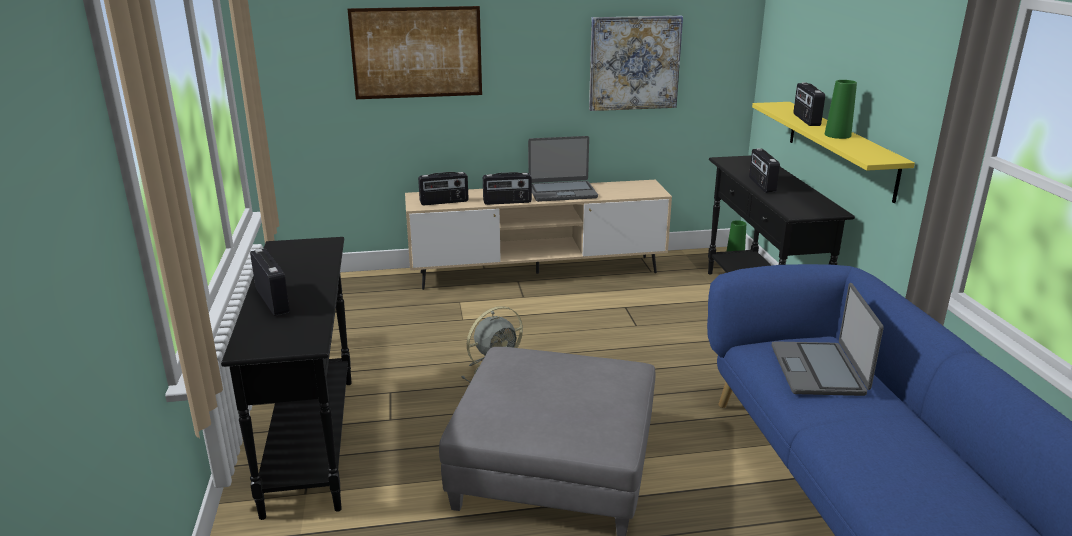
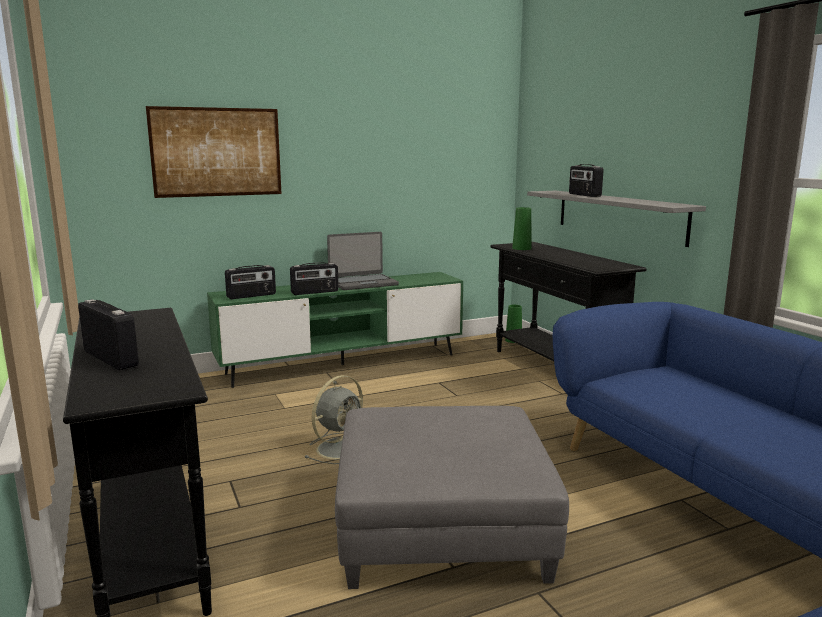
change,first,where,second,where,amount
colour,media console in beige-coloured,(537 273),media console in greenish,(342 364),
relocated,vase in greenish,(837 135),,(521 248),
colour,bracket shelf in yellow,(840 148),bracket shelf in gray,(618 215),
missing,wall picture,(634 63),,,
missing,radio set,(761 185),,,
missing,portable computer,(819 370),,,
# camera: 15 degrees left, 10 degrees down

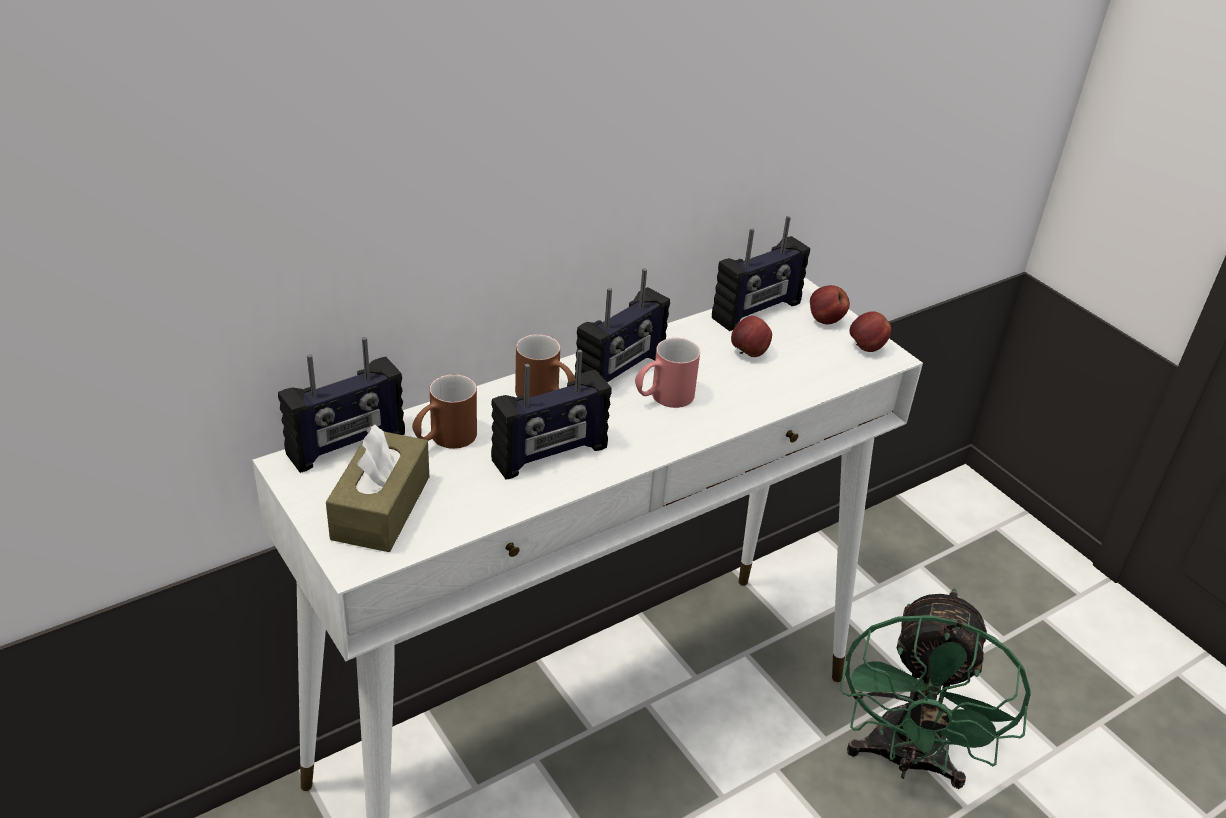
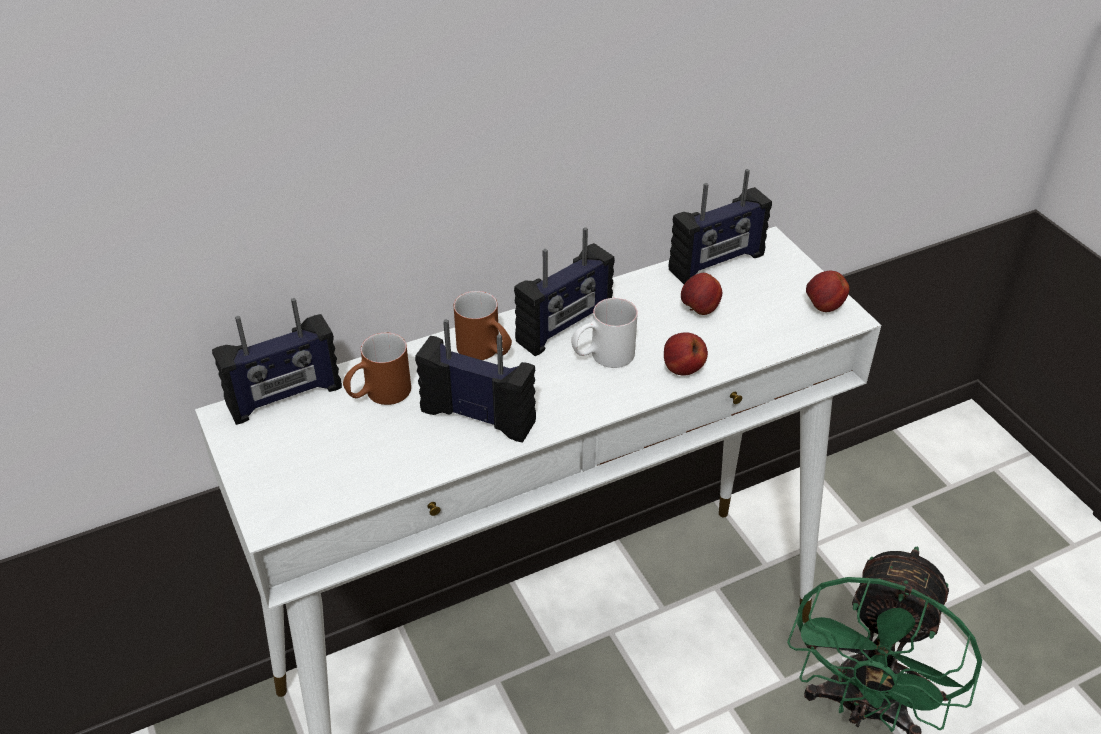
change,first,where,second,where,amount
spun,radio set,(550 455),,(478 415),135 degrees counterclockwise
colour,tea mug in red,(663 398),tea mug in white,(602 357),
relocated,whole apple,(824 320),,(682 369),
missing,tissue holder in brownish,(381 507),,,
# camera: 10 degrees right, 5 degrees up

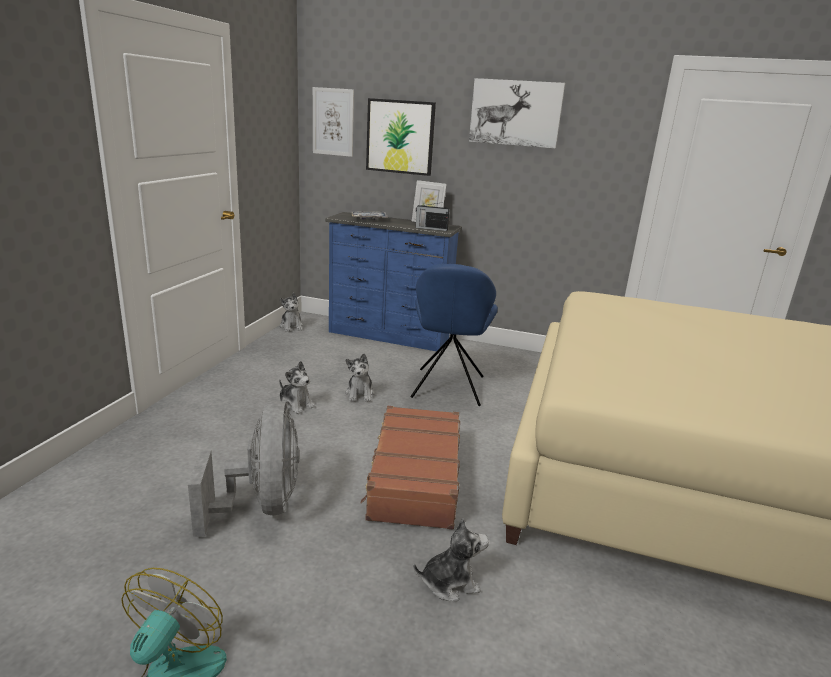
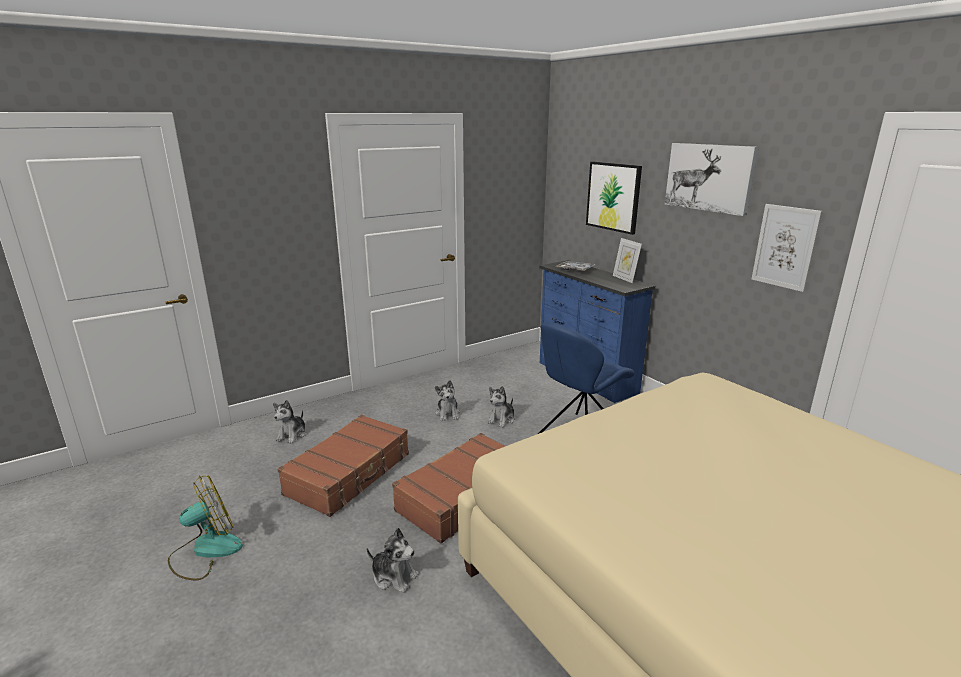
change,first,where,second,where,amount
relocated,plush toy,(291 326),,(292 435),
exchanged,electric fan in gray,(261 506),travel case in brownish,(350 474),
relocated,wall picture,(333 122),,(785 247),
missing,radio set,(431 228),,,
# camera: 40 degrees right, 0 degrees up

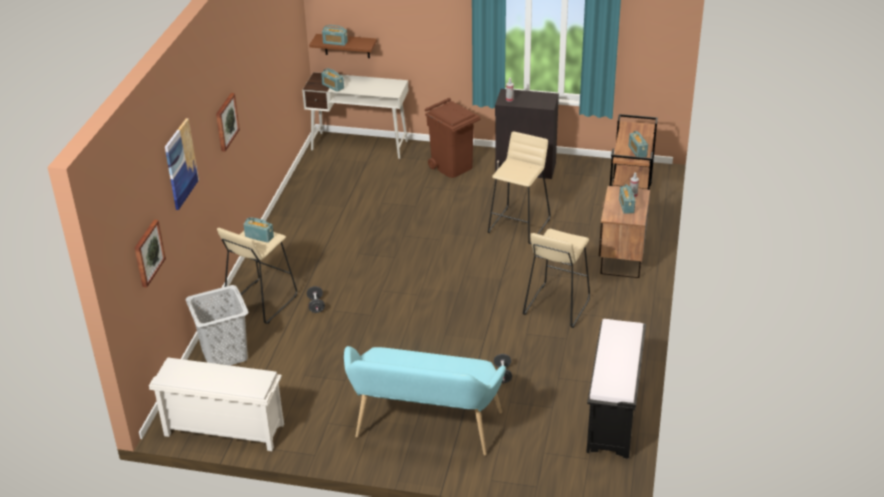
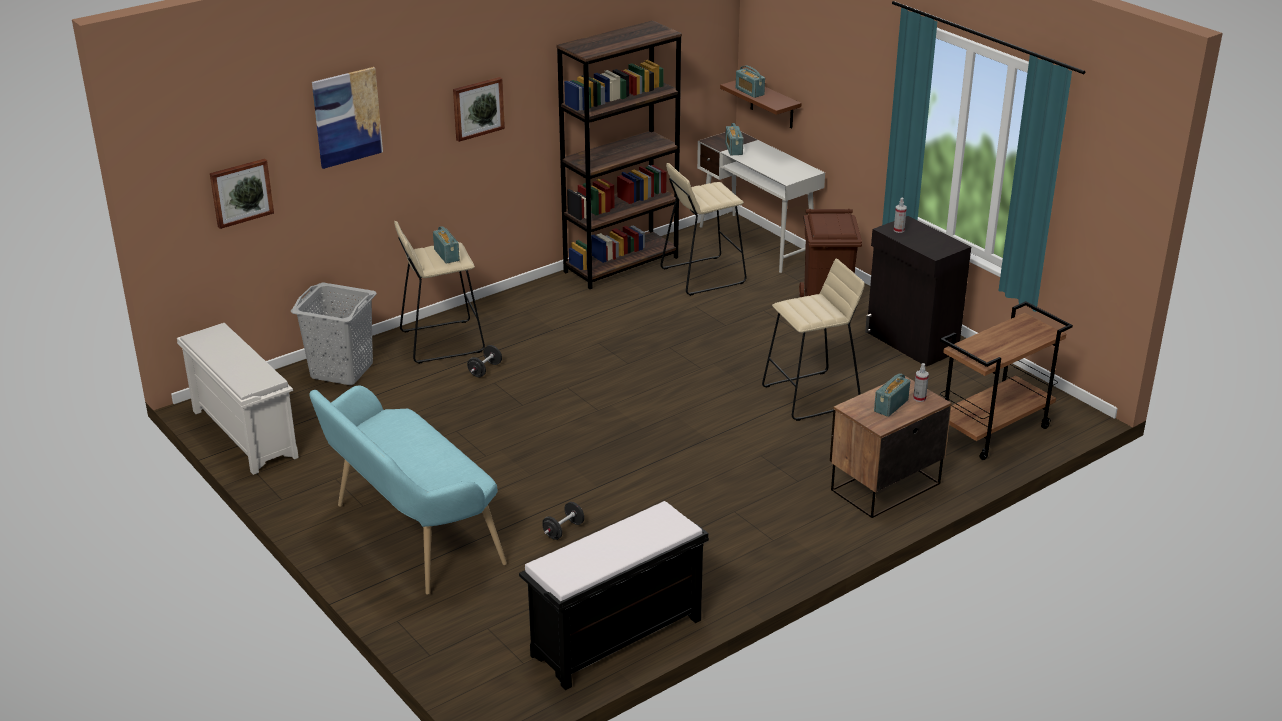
change,first,where,second,where,amount
appeared,,,shelving unit in brownish,(621 264),
relocated,stool in beige-coloured,(556 306),,(702 276),
missing,radio set,(637 151),,,
# camera: 40 degrees right, 5 degrees down

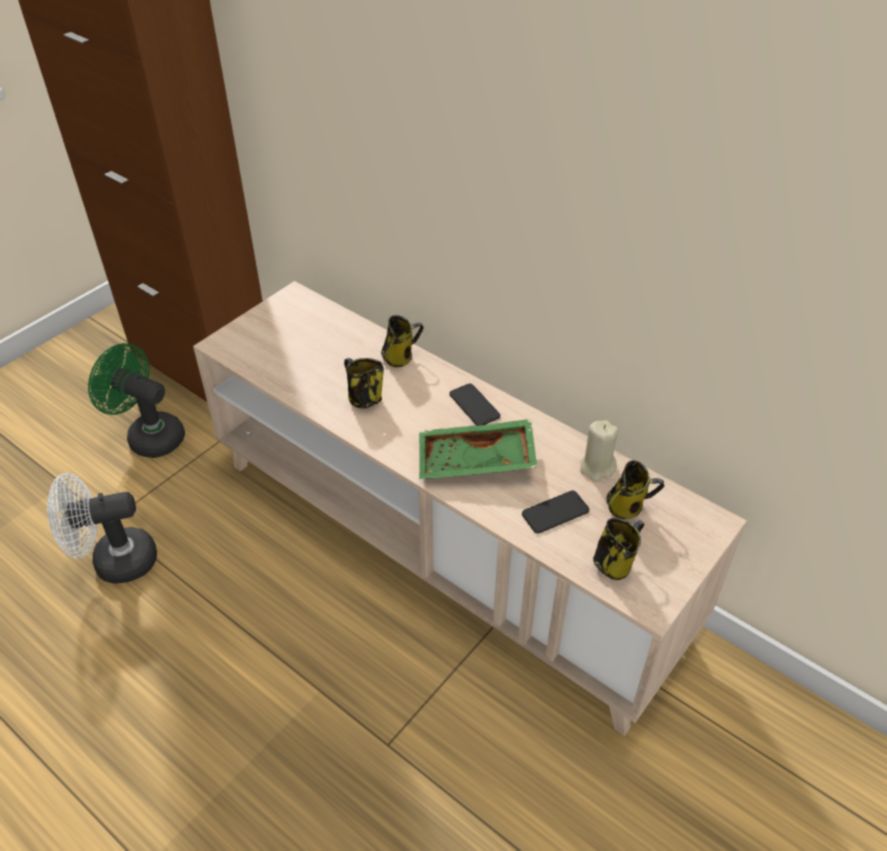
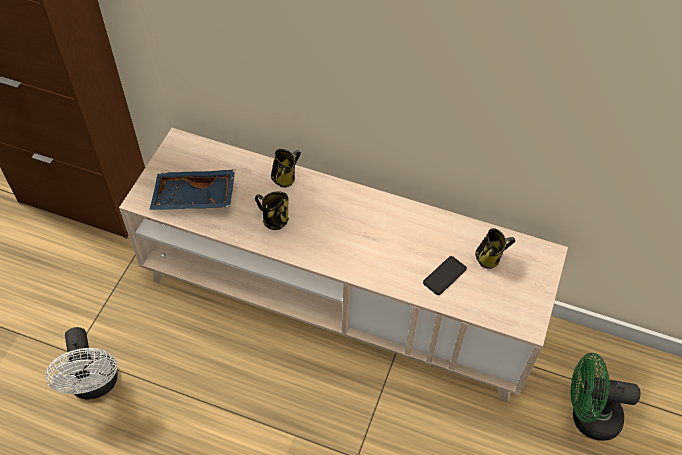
change,first,where,second,where,amount
spun,electric fan in white,(114 562),,(95 385),75 degrees counterclockwise
appeared,,,serving tray in bluish,(194 198),
relocated,electric fan in greenish,(149 436),,(587 416),
missing,serving tray in greenish,(476 462),,,
missing,phone,(474 405),,,
missing,wax light in beige-coloured,(597 468),,,
missing,tea mug,(615 563),,,
# camera: 20 degrees left, 10 degrees up

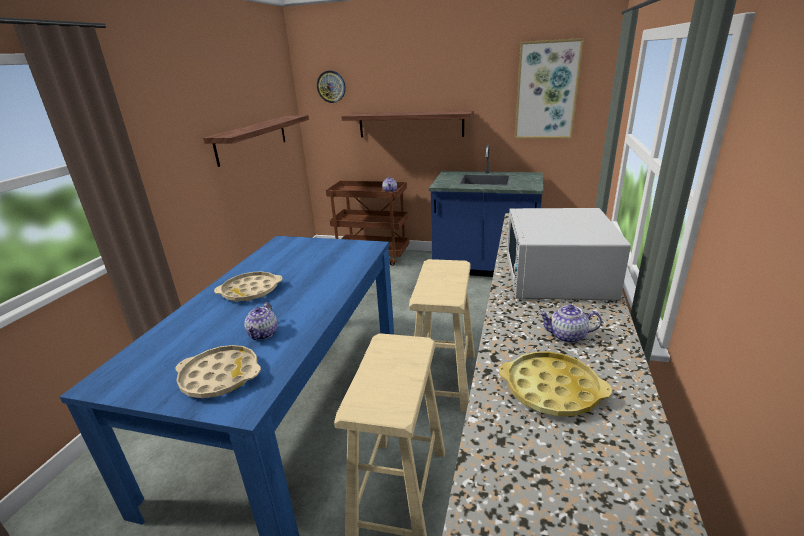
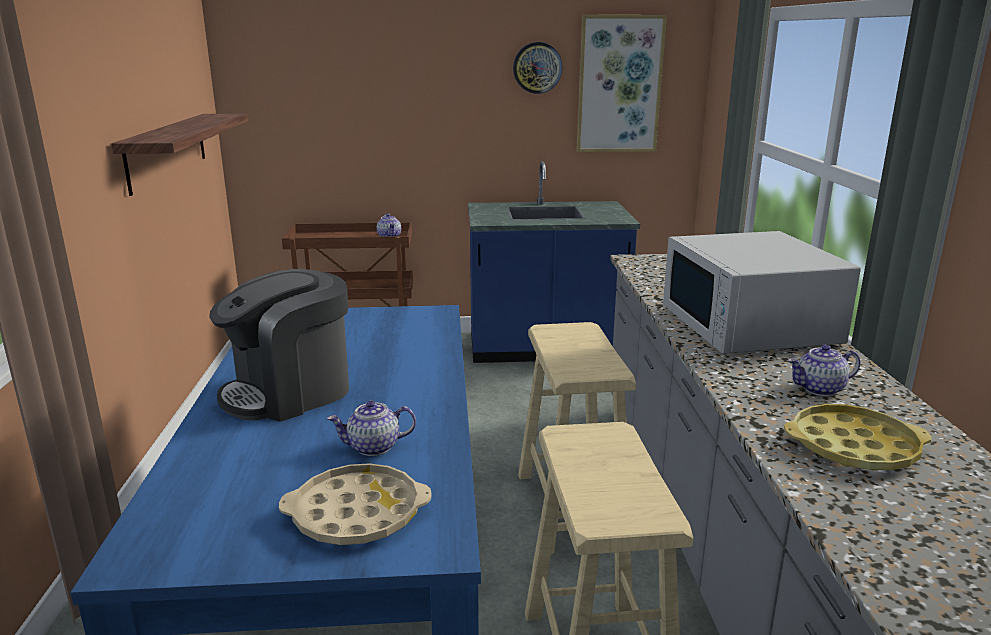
change,first,where,second,where,amount
exchanged,serving tray in beige-coloured,(250 291),coffee brewer,(290 392),
spun,teapot,(263 334),,(373 447),90 degrees clockwise
relocated,hanging clock,(331 86),,(537 68),
missing,bracket shelf,(410 124),,,
# camera: 20 degrees left, 5 degrees down

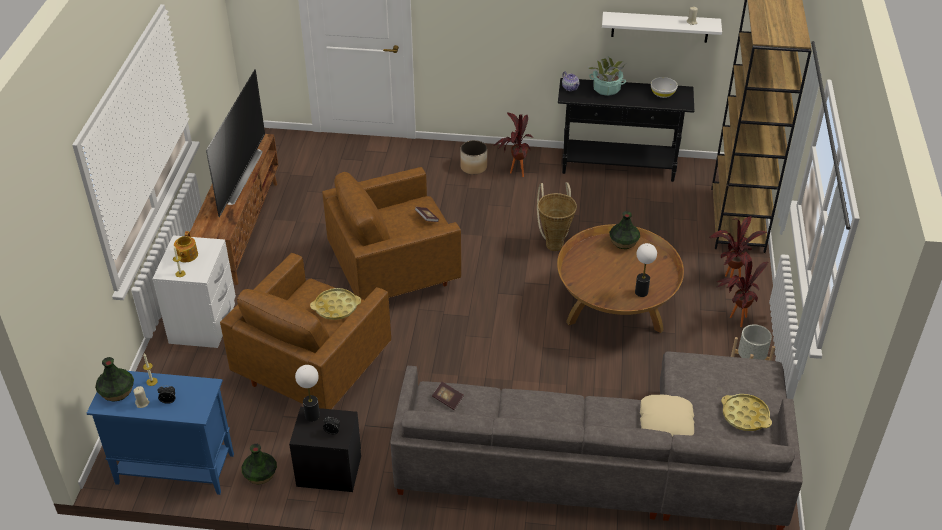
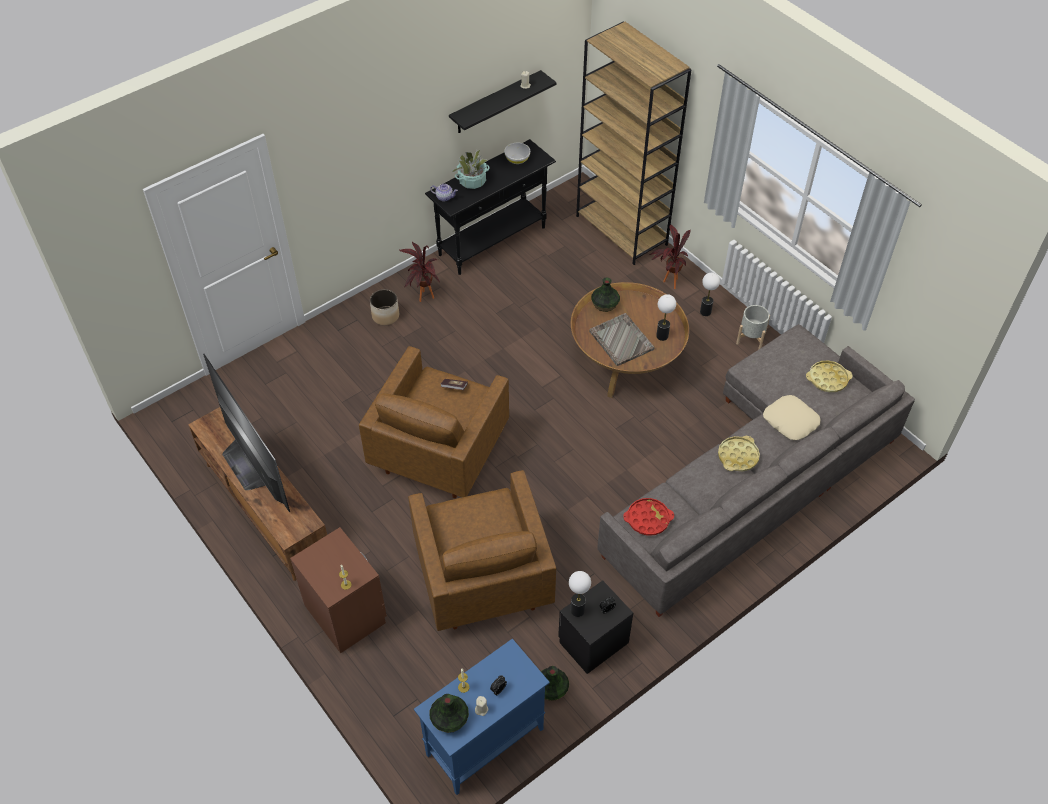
change,first,where,second,where,amount
colour,bedside table in white,(204 323),bedside table in brownish,(346 613),
colour,bracket shelf in white,(660 27),bracket shelf in blackish,(495 103),
appeared,,,serving tray in gray,(621 340),
exchanged,book,(448 400),serving tray in red,(648 519),
exchanged,potted plant,(733 319),tabletop lamp,(705 312),
relocated,serving tray in yellow,(336 307),,(738 456),
missing,teapot,(186 255),,,
missing,household basket,(554 242),,,
# camera: 45 degrees left, 10 degrees up

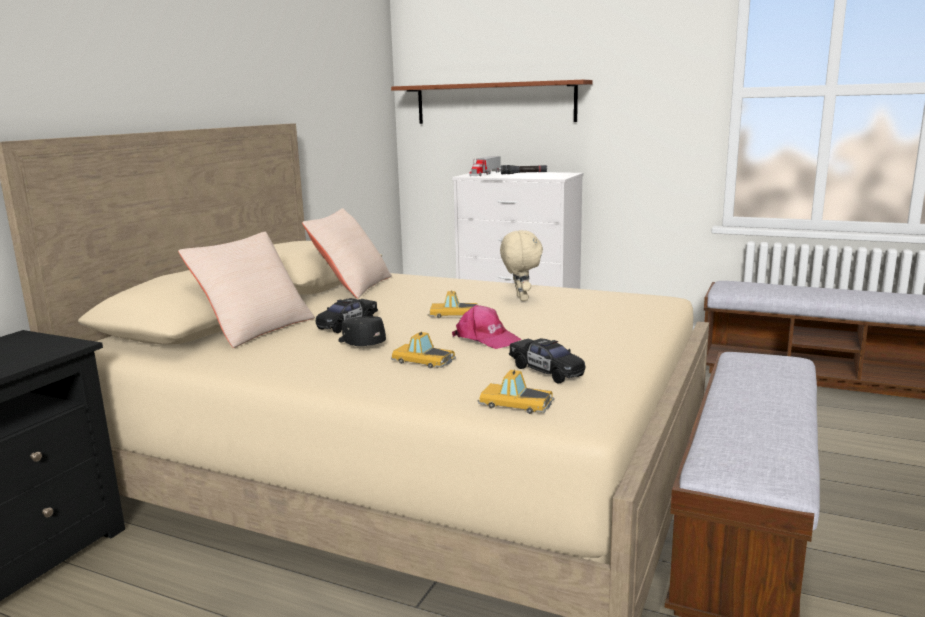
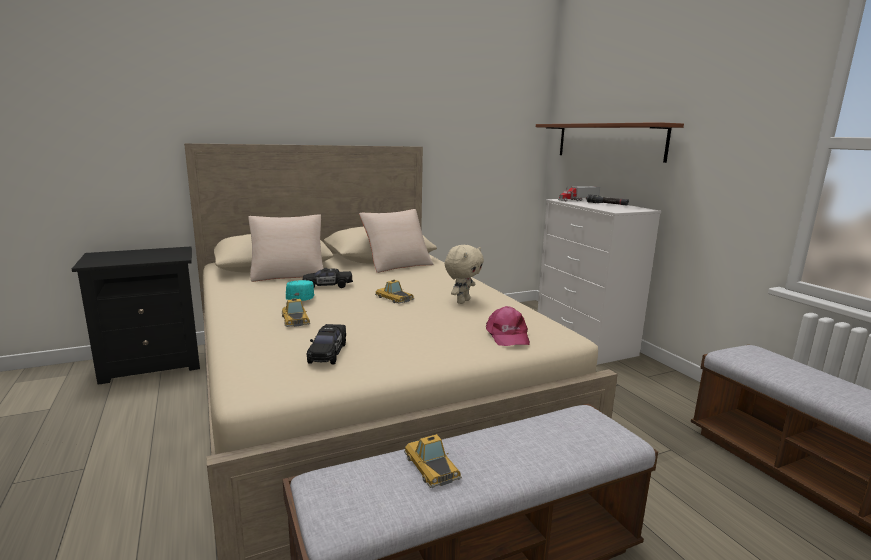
change,first,where,second,where,amount
colour,peaked cap in blackish,(360 343),peaked cap in blue-green,(301 298),
relocated,model car,(515 403),,(431 465),
relocated,peaked cap in pinkish,(486 338),,(507 335),
# camera: 40 degrees right, 0 degrees up

